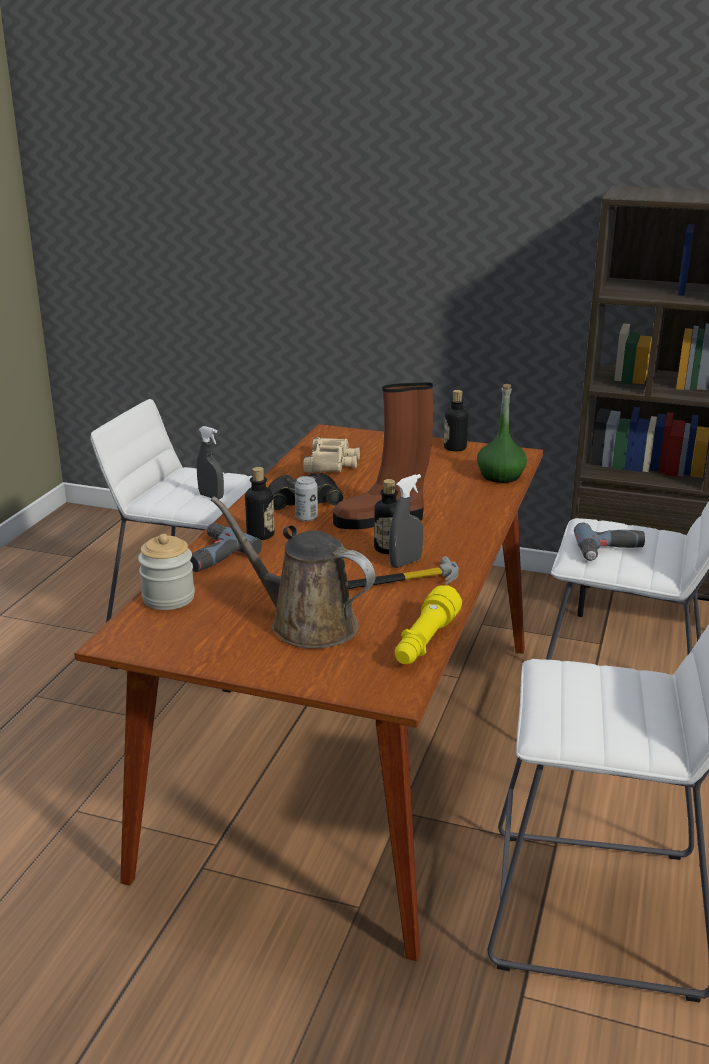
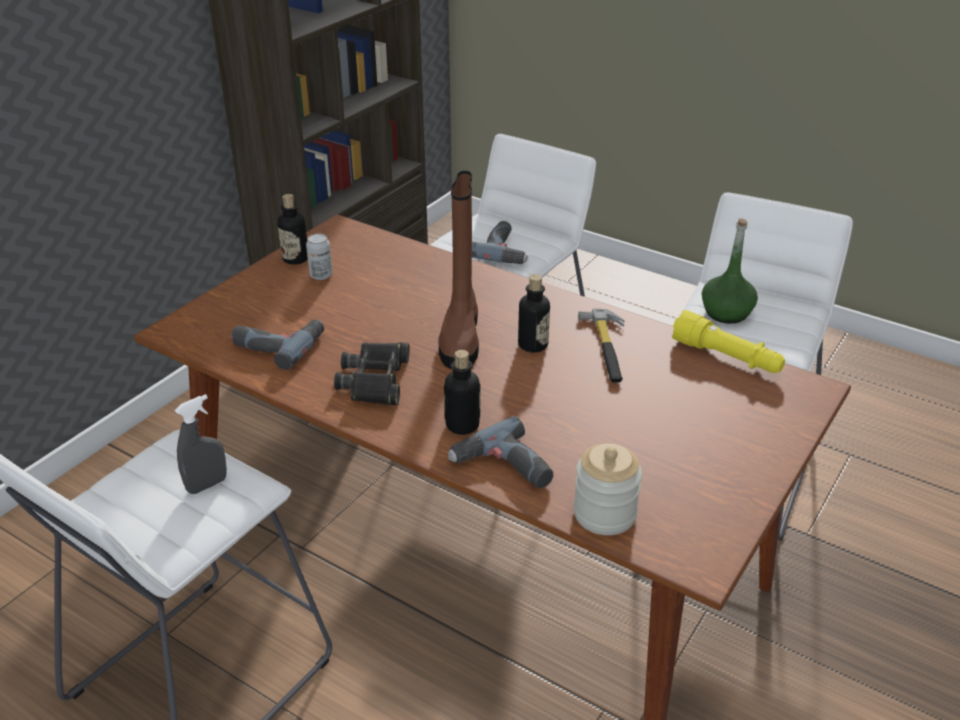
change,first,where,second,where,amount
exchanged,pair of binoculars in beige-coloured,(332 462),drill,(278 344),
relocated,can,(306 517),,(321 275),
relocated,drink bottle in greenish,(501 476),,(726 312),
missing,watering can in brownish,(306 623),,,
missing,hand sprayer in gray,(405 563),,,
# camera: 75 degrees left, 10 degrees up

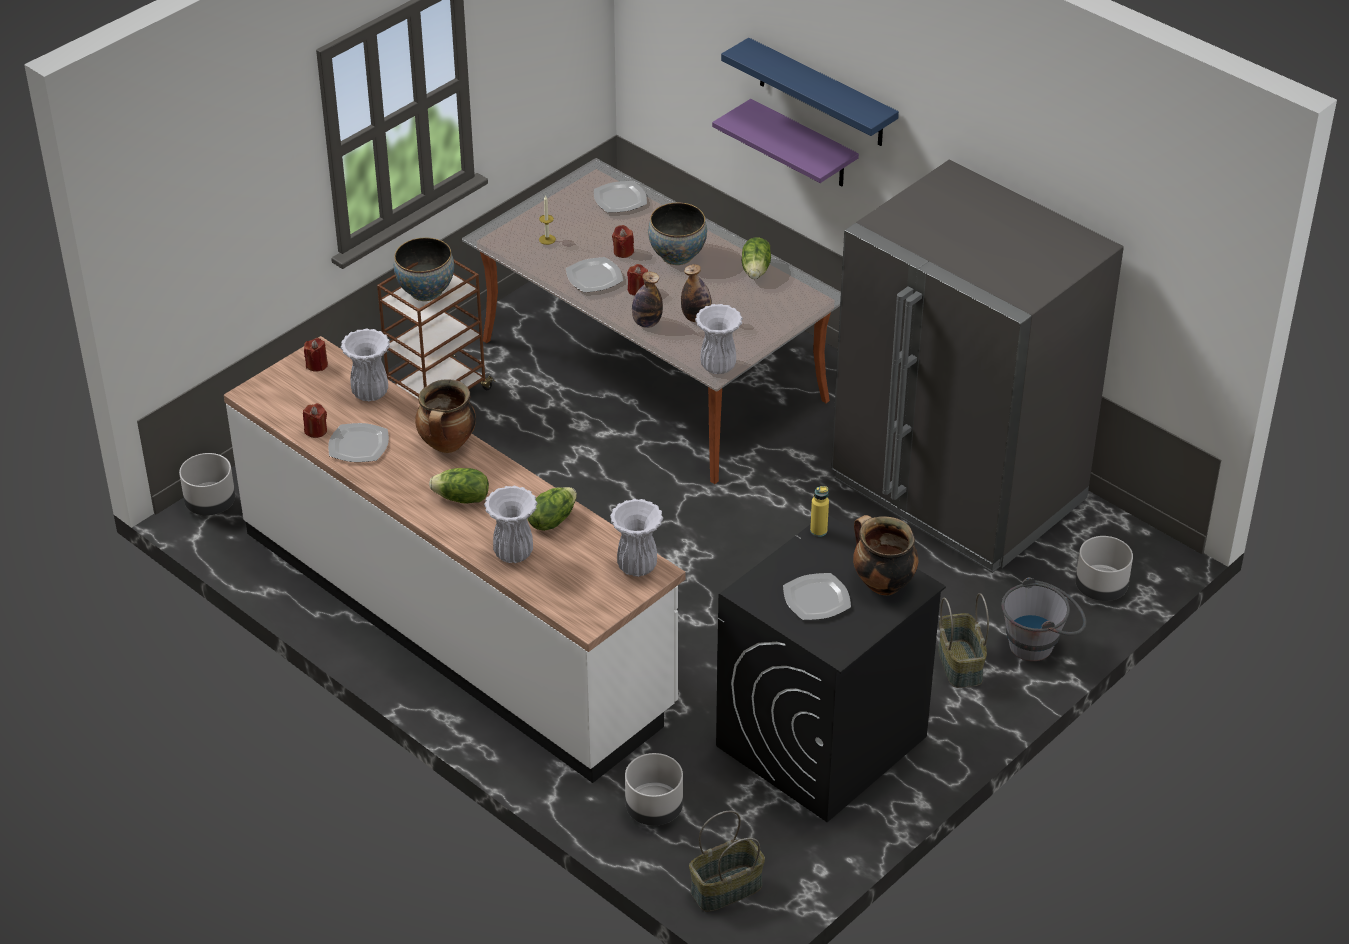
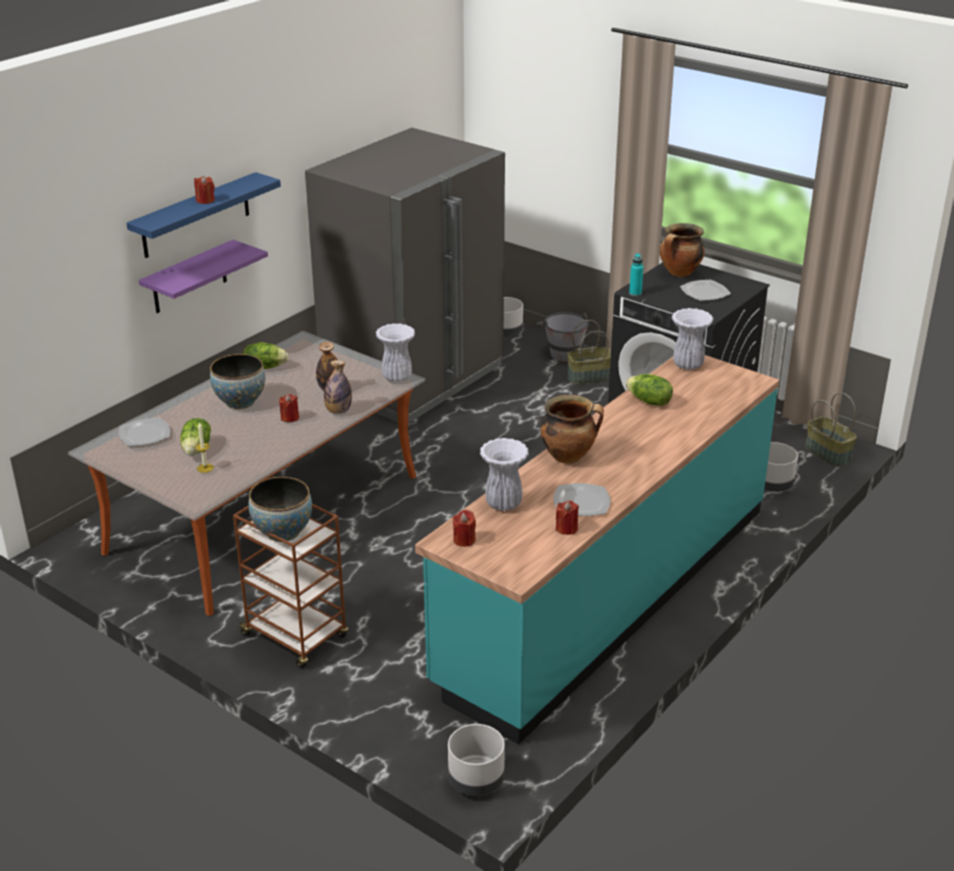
change,first,where,second,where,amount
relocated,lettuce head,(462 498),,(197 449),
relocated,wax light in red,(623 252),,(205 200),
colour,kitchen base unit in white,(456 619),kitchen base unit in blue-green,(606 594),
colour,drink bottle in yellow,(818 531),drink bottle in blue-green,(635 293),
missing,vase in white,(514 553),,,
missing,flat dish,(595 277),,,
# camera: 95 degrees left, 10 degrees down

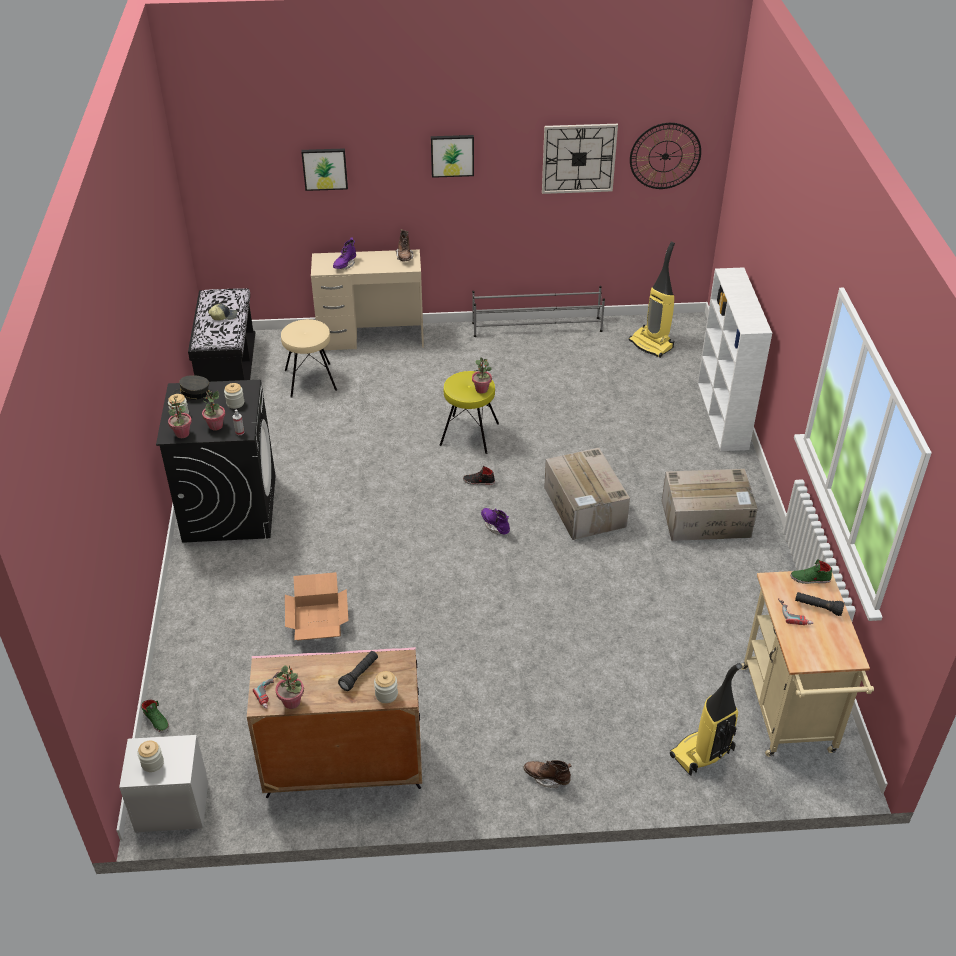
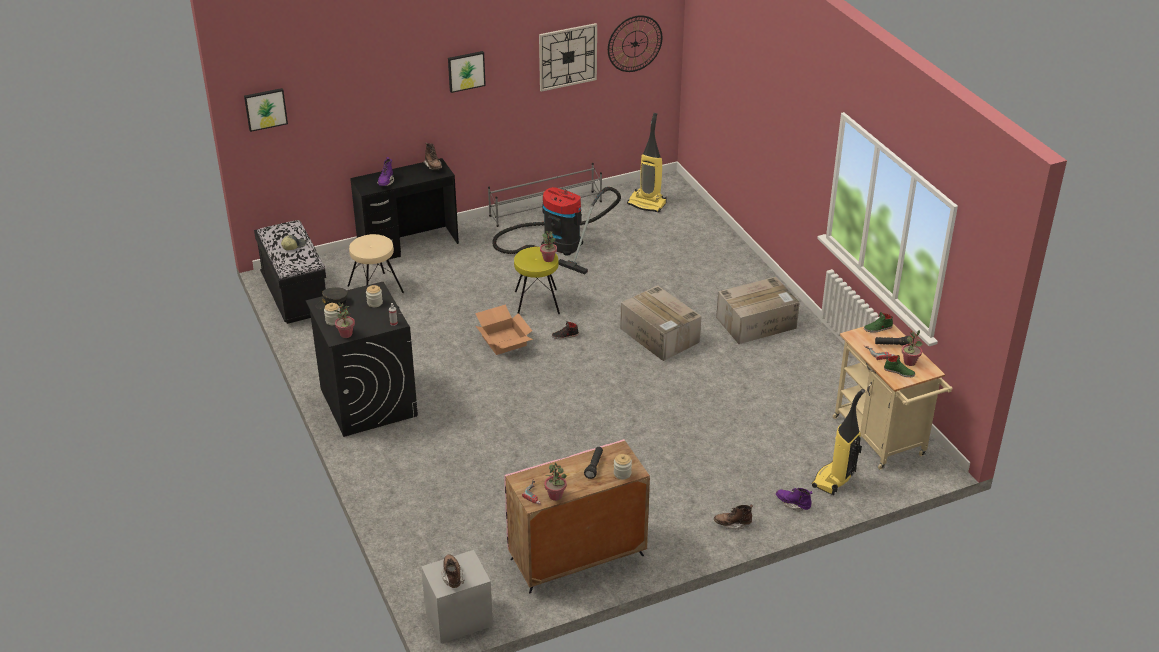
change,first,where,second,where,amount
relocated,wall picture,(325 168),,(265 109),
colour,desk unit in beige-coloured,(371 337),desk unit in blackish,(408 245),
exchanged,preserve jar,(152 763),boot in brownish,(452 576),
relocated,packing box,(317 621),,(503 340),
appeared,,,vacuum cleaner,(557 244),
relocated,boot in purplish,(495 526),,(793 504),
relocated,item of footwear in greenish,(156 720),,(899 372),
relocated,potted plant,(215 426),,(909 362),
missing,shelving unit in white,(723 416),,,
# camera: 20 degrees left, 5 degrees down

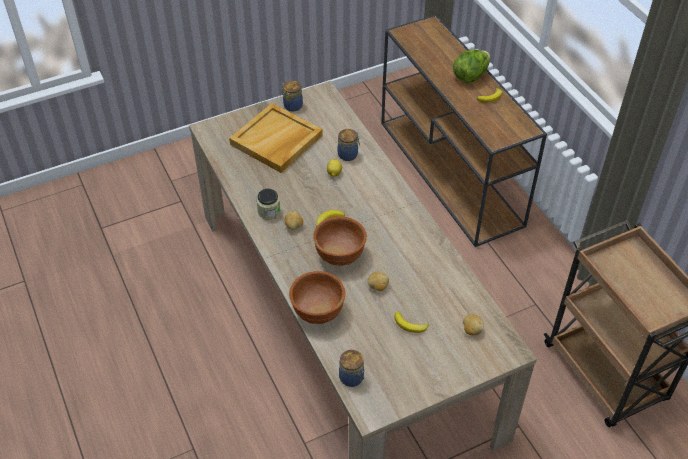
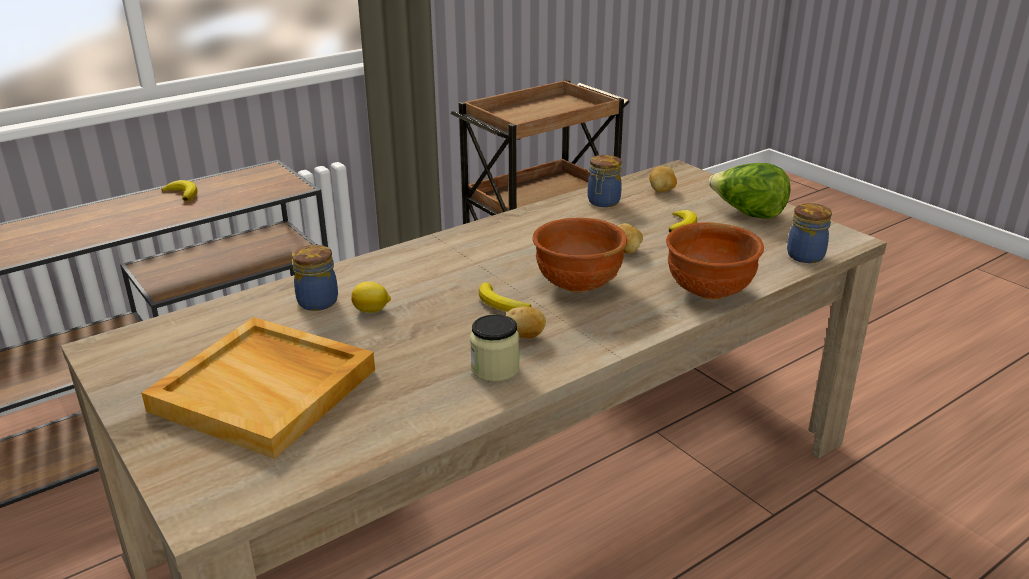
change,first,where,second,where,amount
relocated,preserve jar,(292 105),,(603 202),
relocated,lettuce head,(470 76),,(747 214),
# camera: 100 degrees left, 20 degrees down

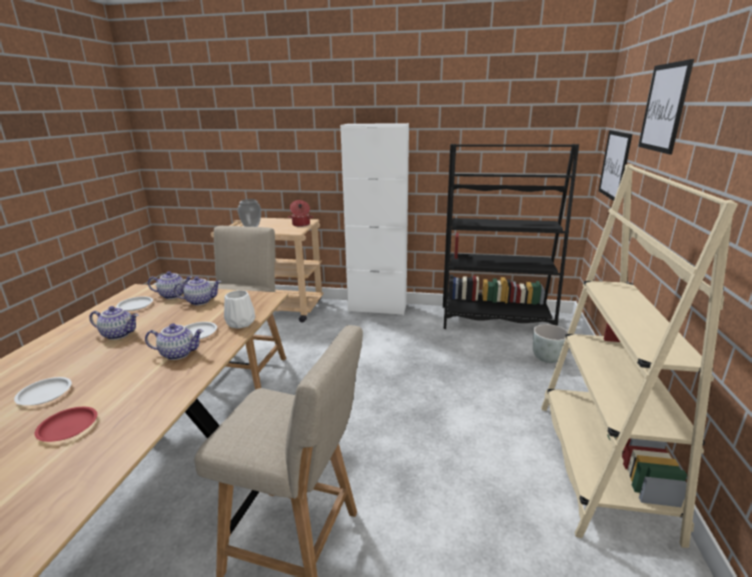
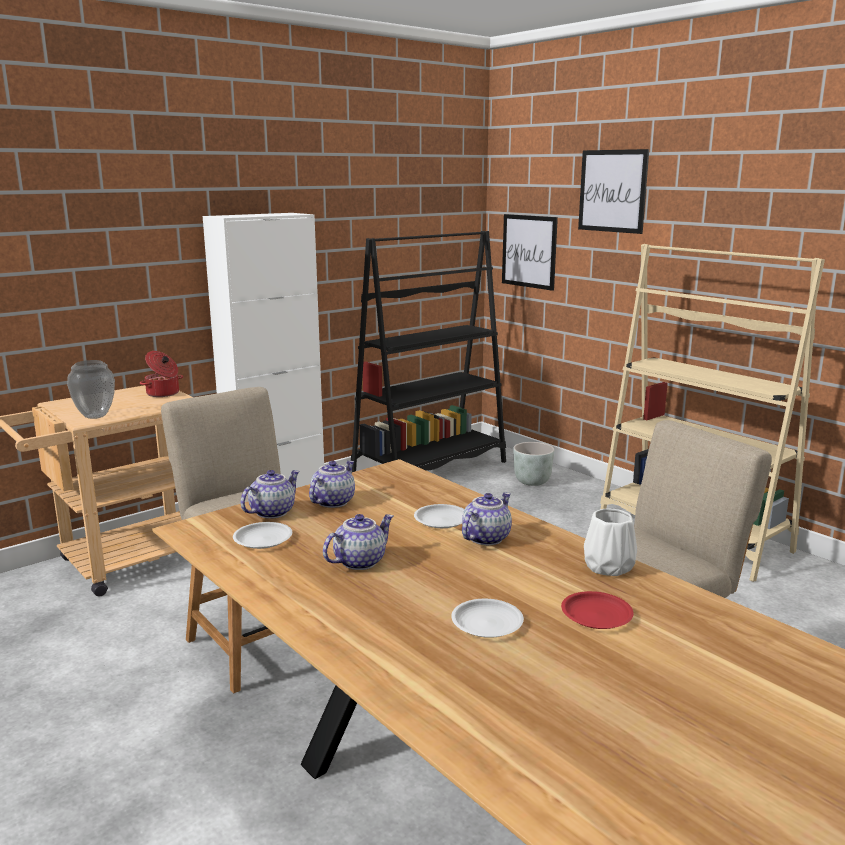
change,first,where,second,where,amount
relocated,vase in white,(239 323),,(608 567),
# camera: 50 degrees left, 5 degrees down

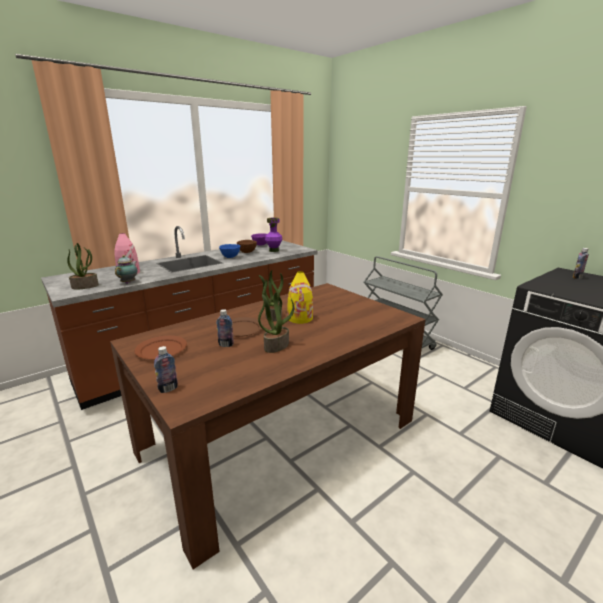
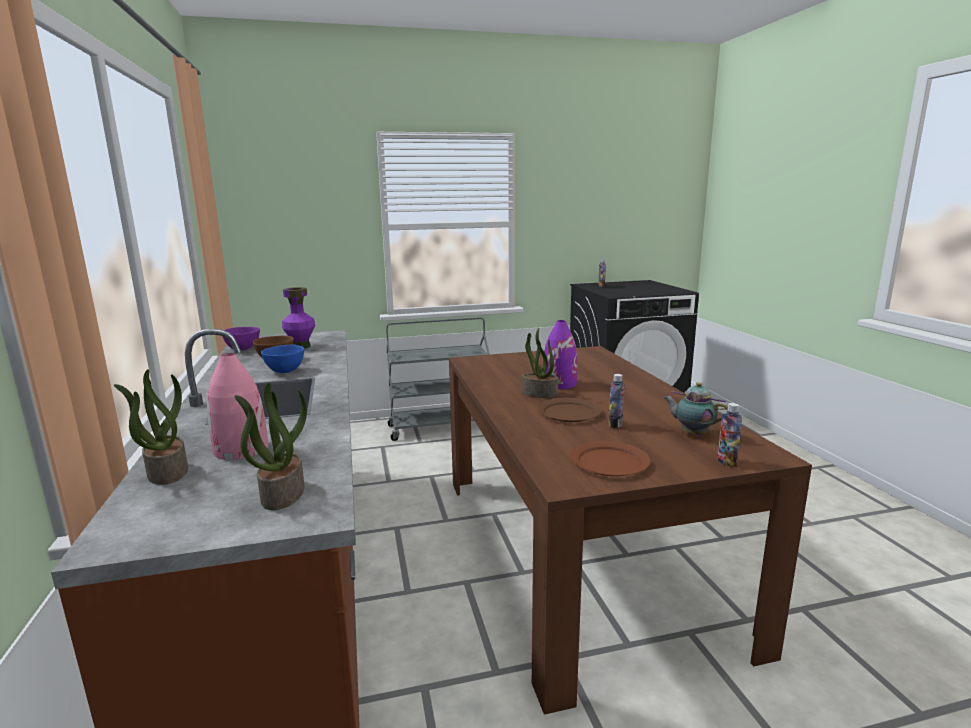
change,first,where,second,where,amount
relocated,potted plant,(276 346),,(166 472),
colour,vase in yellow,(300 318),vase in purplish,(559 384),
relocated,teapot,(129 282),,(692 434),
# camera: 65 degrees left, 5 degrees down

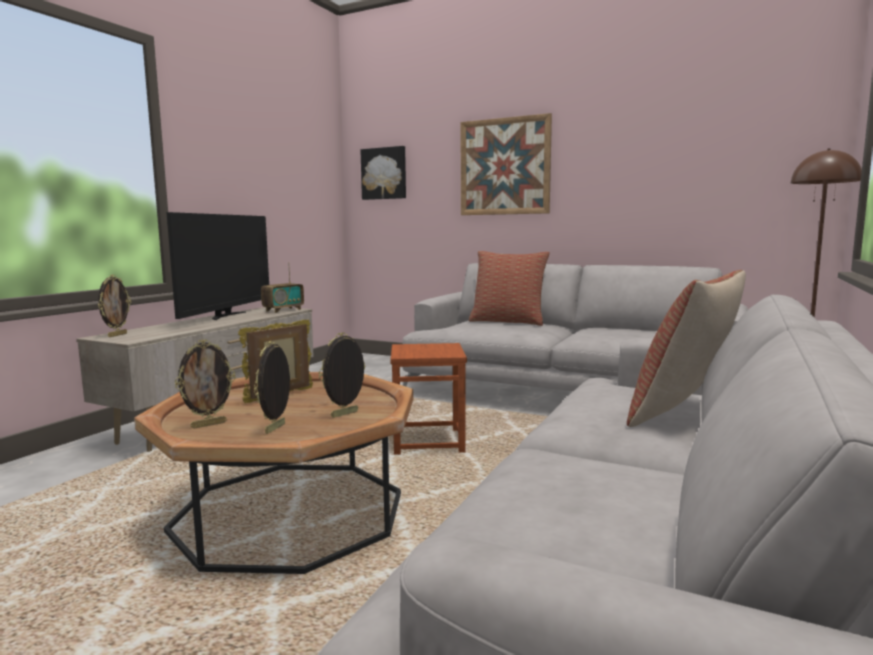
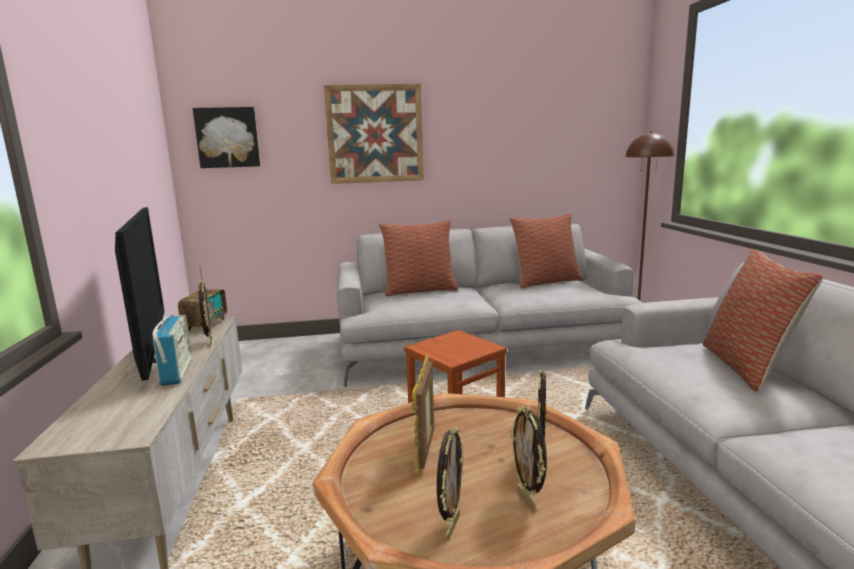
change,first,where,second,where,amount
appeared,,,radio set,(177 371),
relocated,photo frame,(117 335),,(209 343),
appeared,,,throw pillow,(545 281),
# camera: 35 degrees left, 5 degrees up

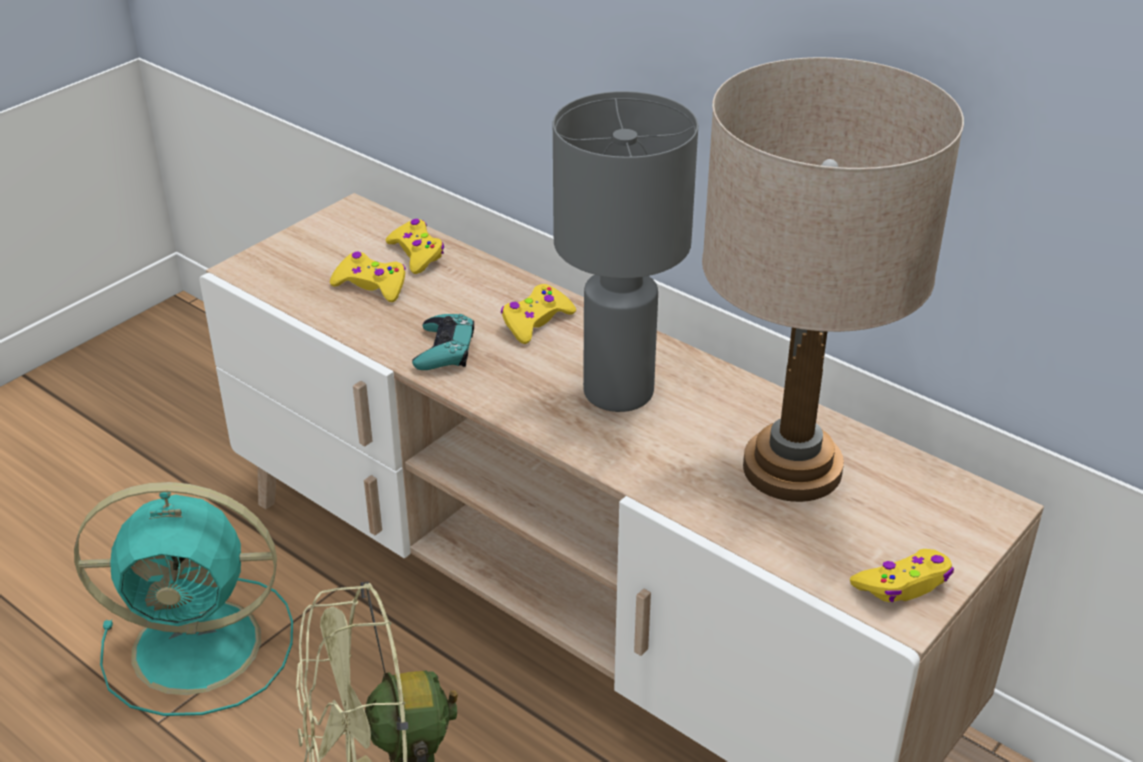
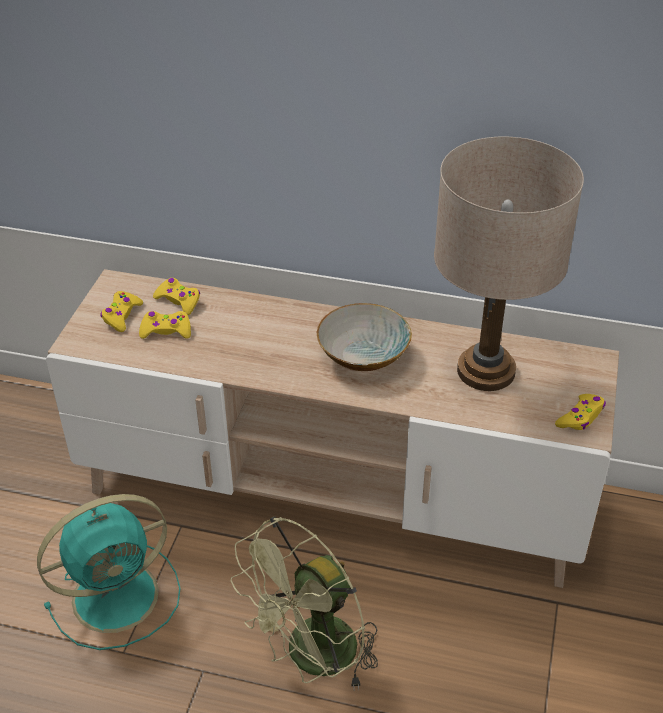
change,first,where,second,where,amount
relocated,joypad in yellow,(535 322),,(121 316),
exchanged,tabletop lamp in gray,(617 393),serving bowl,(363 356),
missing,joypad in blue-green,(444 350),,,
# camera: 25 degrees left, 5 degrees up

